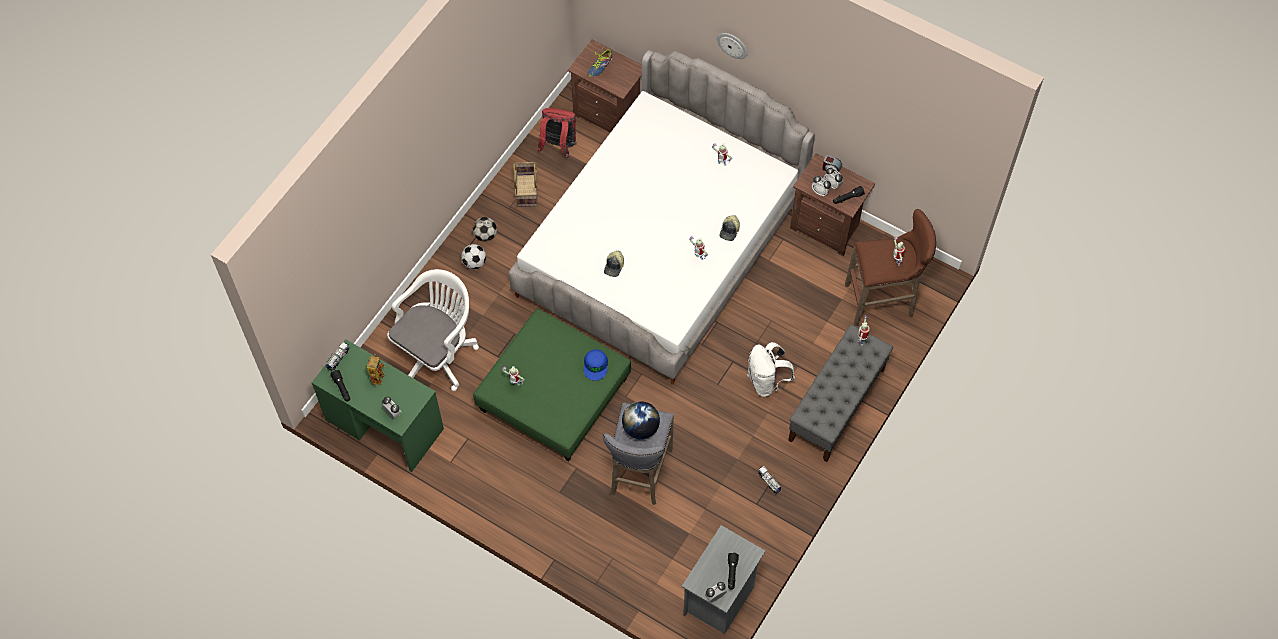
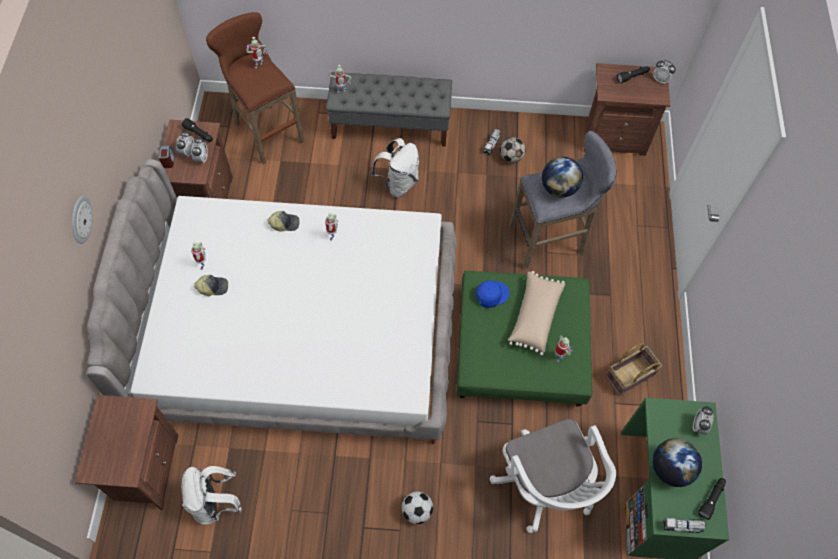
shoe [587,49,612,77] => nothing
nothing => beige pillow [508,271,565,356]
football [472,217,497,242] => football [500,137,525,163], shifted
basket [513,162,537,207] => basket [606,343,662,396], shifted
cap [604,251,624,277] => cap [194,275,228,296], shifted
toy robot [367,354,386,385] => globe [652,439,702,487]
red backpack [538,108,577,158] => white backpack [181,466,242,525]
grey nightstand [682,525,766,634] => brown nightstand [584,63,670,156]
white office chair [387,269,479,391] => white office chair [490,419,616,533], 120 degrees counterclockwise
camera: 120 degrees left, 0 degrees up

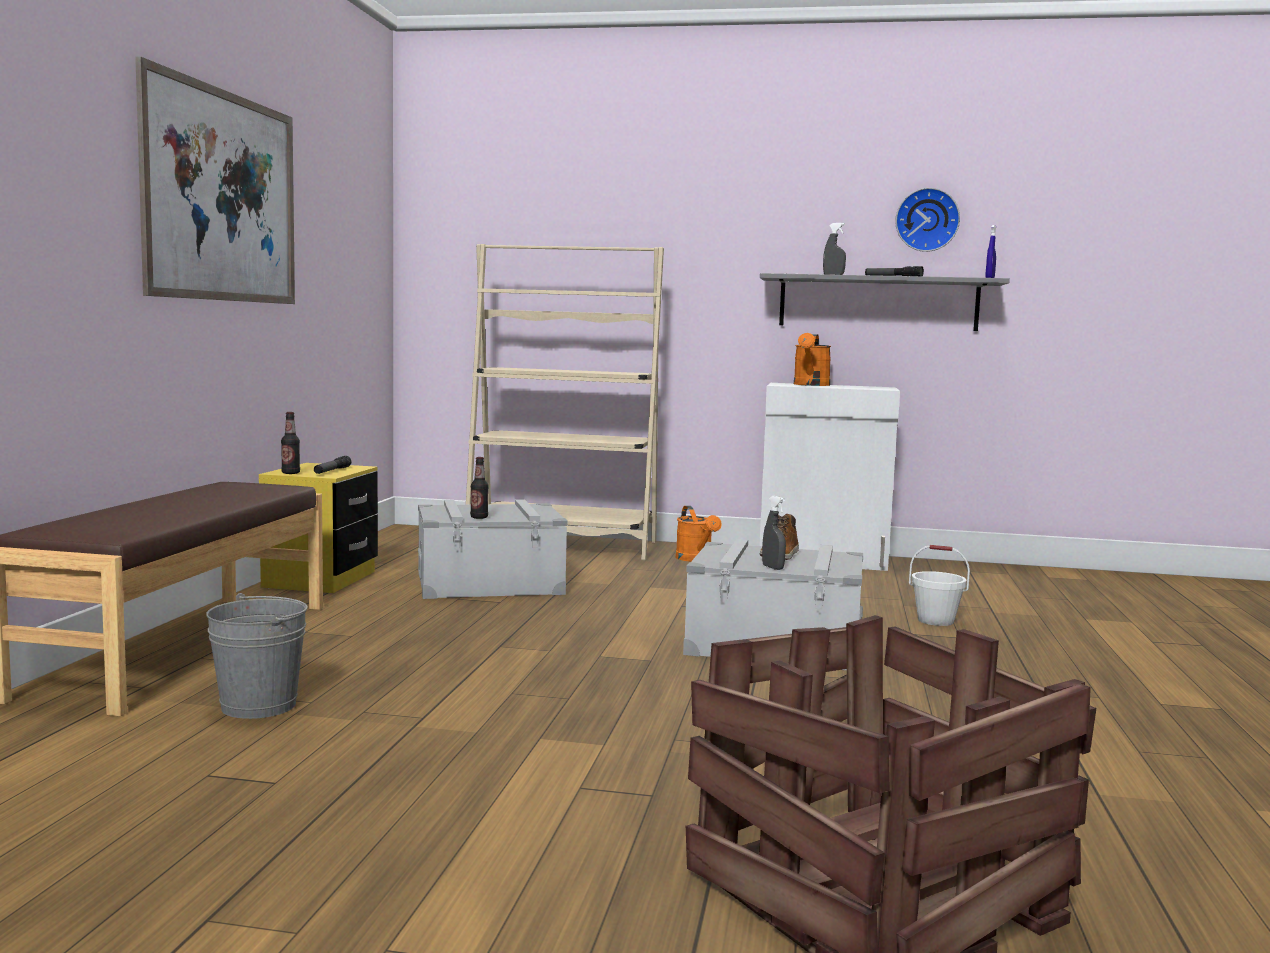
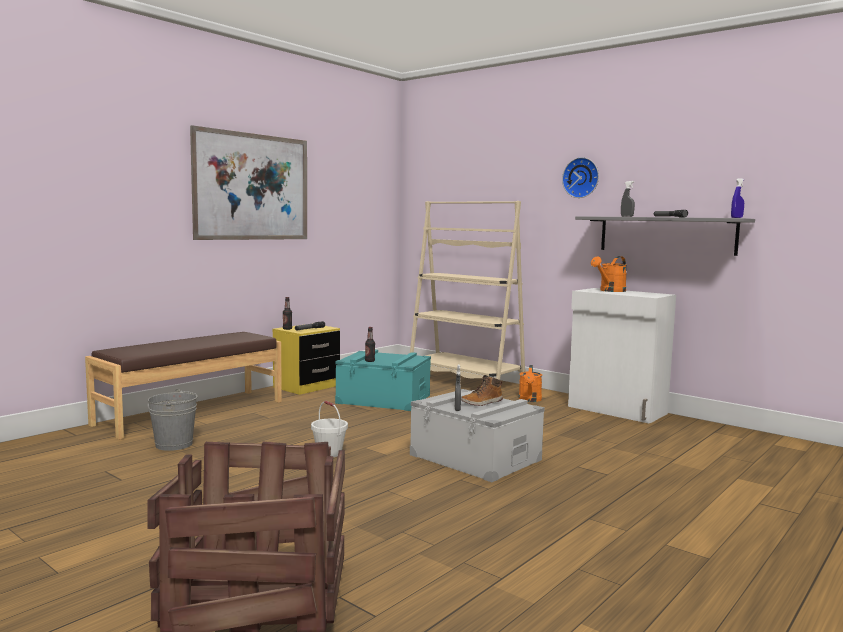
wall clock [895,188,960,252] => wall clock [562,157,599,198], shifted
white bucket [909,545,970,626] => white bucket [311,401,348,457], shifted
grey storage box [418,499,568,599] => turquoise storage box [335,350,431,411]
camera: 30 degrees right, 0 degrees up

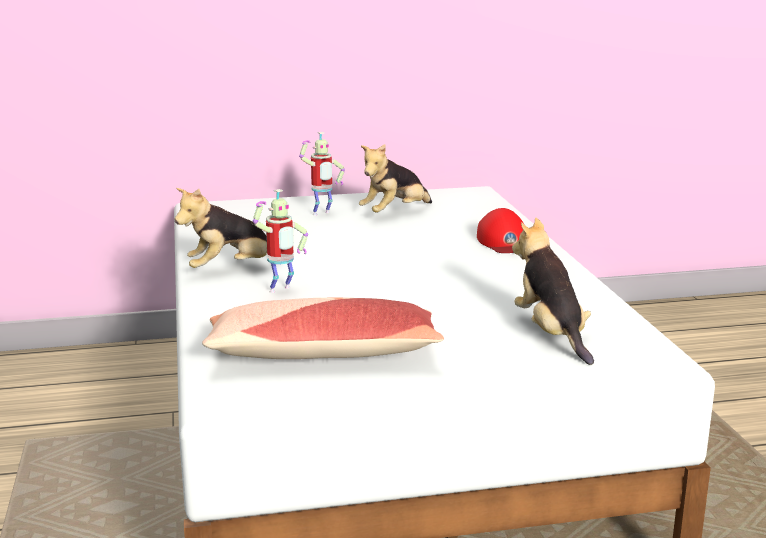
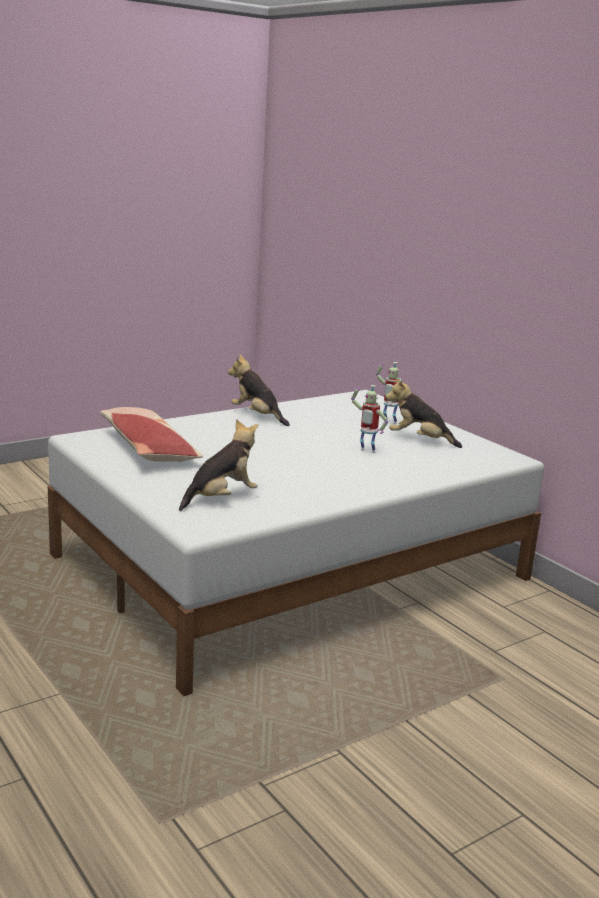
red cap [477,208,524,253] => nothing
toy robot [253,189,308,293] => toy robot [351,385,388,453], shifted
camera: 65 degrees right, 0 degrees up

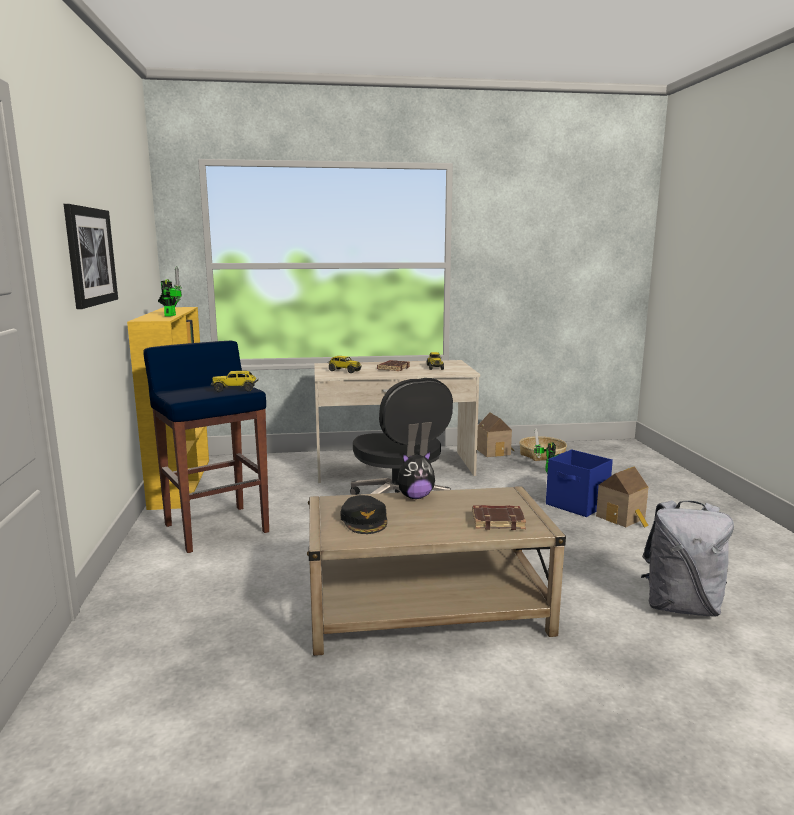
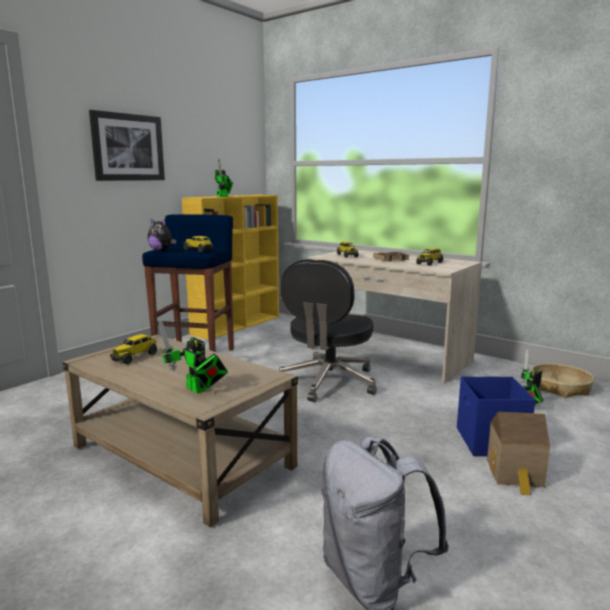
toy house [477,412,514,457] => nothing
plush toy [398,452,435,499] => plush toy [148,219,176,251], shifted
black cap [341,495,387,534] => toy truck [110,334,157,364]
brown book [473,505,526,530] => toy robot [158,320,228,394]
camera: 45 degrees right, 0 degrees up

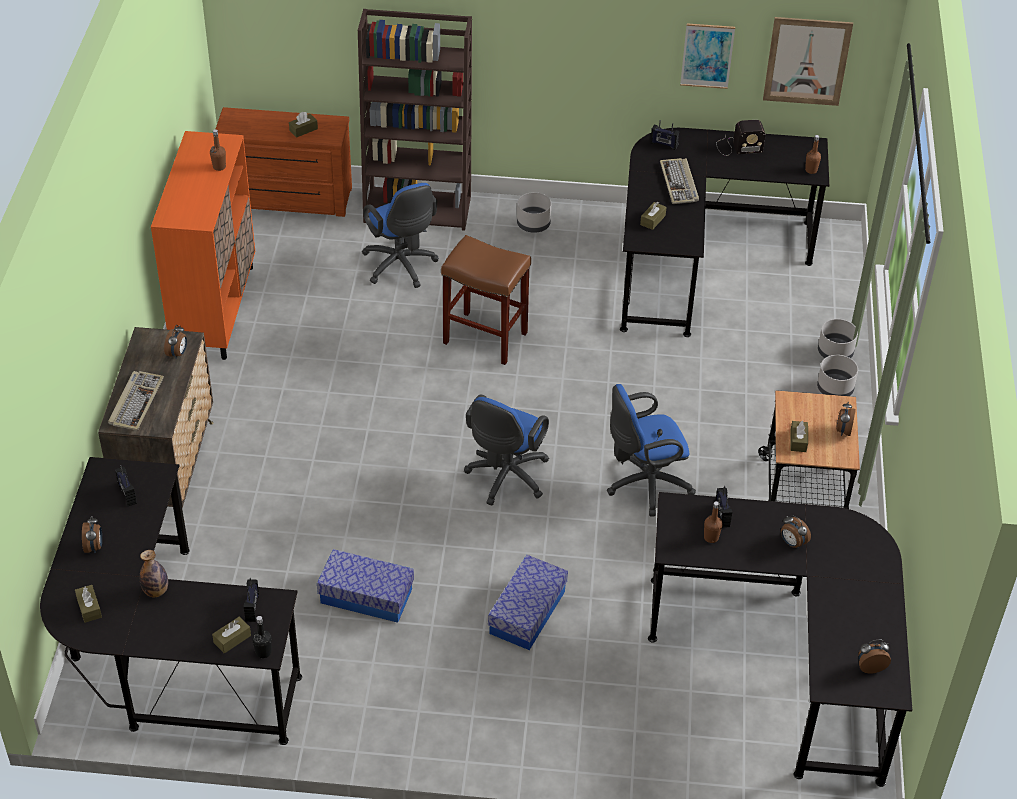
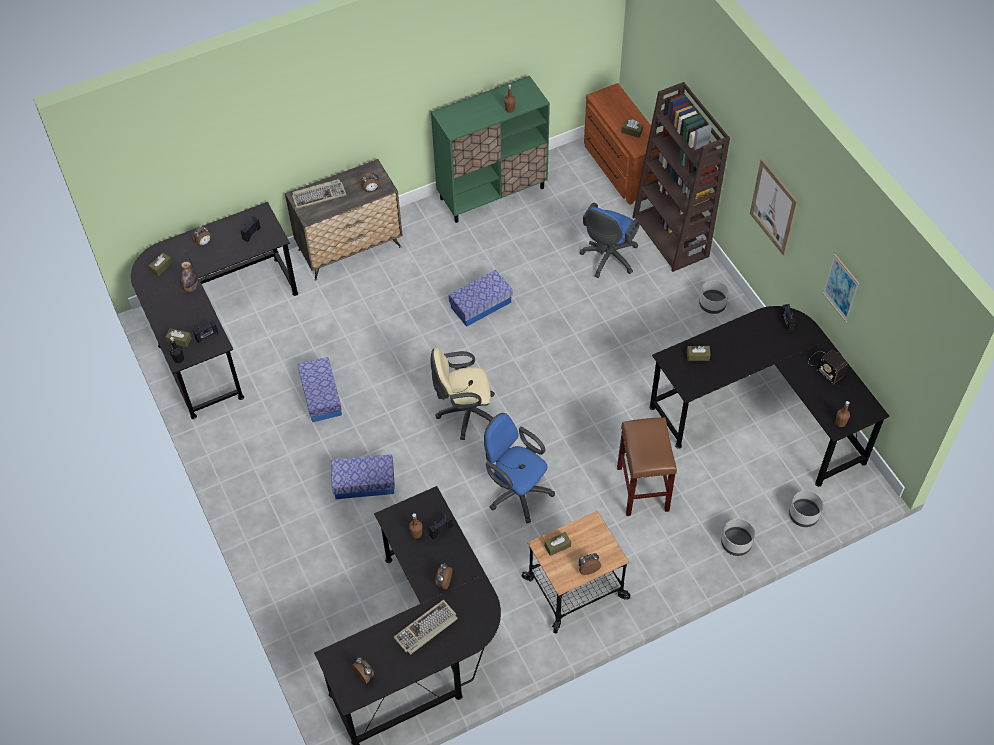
nothing => storage box [449,270,513,327]
brown stool [441,235,531,365] => brown stool [617,417,677,516], shifted
keyboard [660,158,699,204] => keyboard [393,600,458,655], shifted
picture [763,17,853,106] => picture [750,159,798,256], shifted
grey planter [817,355,858,396] => grey planter [789,490,823,527], shifted
orange cabinet [151,131,255,360] => green cabinet [431,76,550,223]
blue office chair [464,395,549,506] => beige office chair [430,348,495,440]
camera: 60 degrees right, 10 degrees up

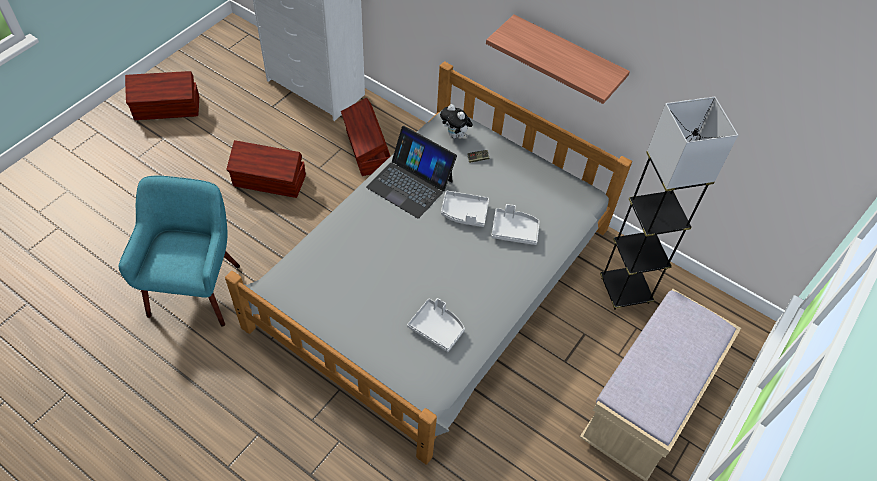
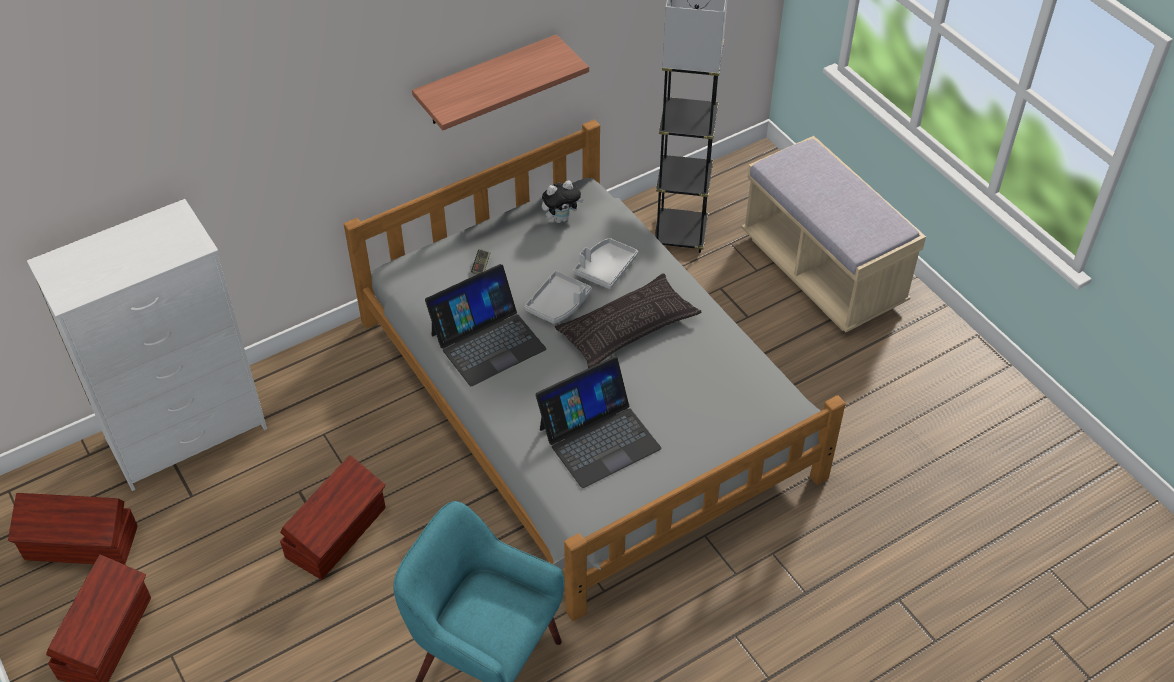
grey tray [407,298,465,352] => nothing
nothing => laptop [536,356,662,488]
nothing => pillow [555,273,701,368]
brown storage box [341,98,390,176] => brown storage box [8,493,138,565], shifted
plush toy [440,104,473,139] => plush toy [542,180,584,223], shifted
camera: 65 degrees left, 5 degrees down

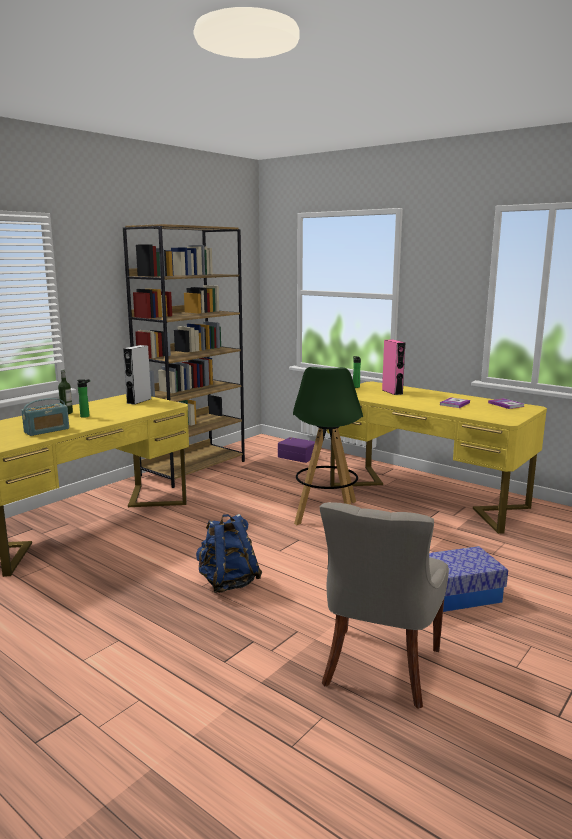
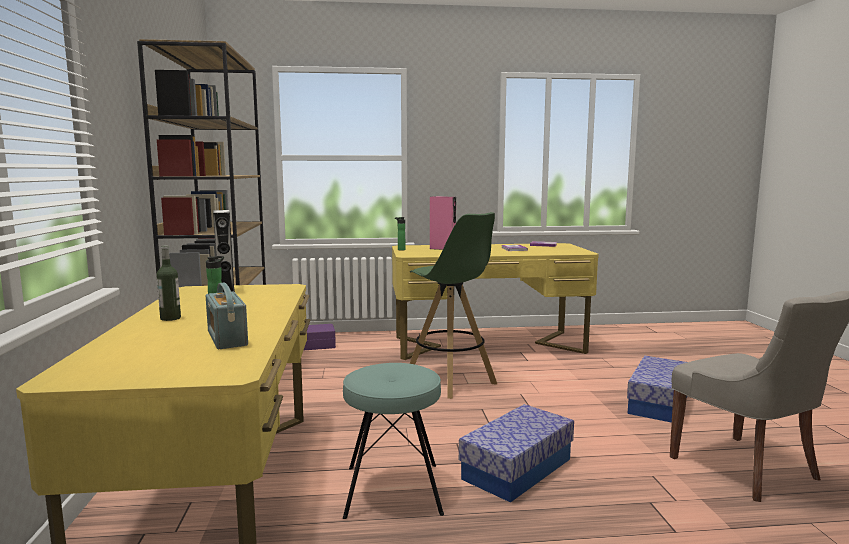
nothing => turquoise stool [343,363,444,519]
blue backpack [196,514,262,593] => storage box [459,404,574,503]
radio [21,398,69,436] => radio [206,282,248,349], 150 degrees clockwise
camera: 45 degrees left, 5 degrees down

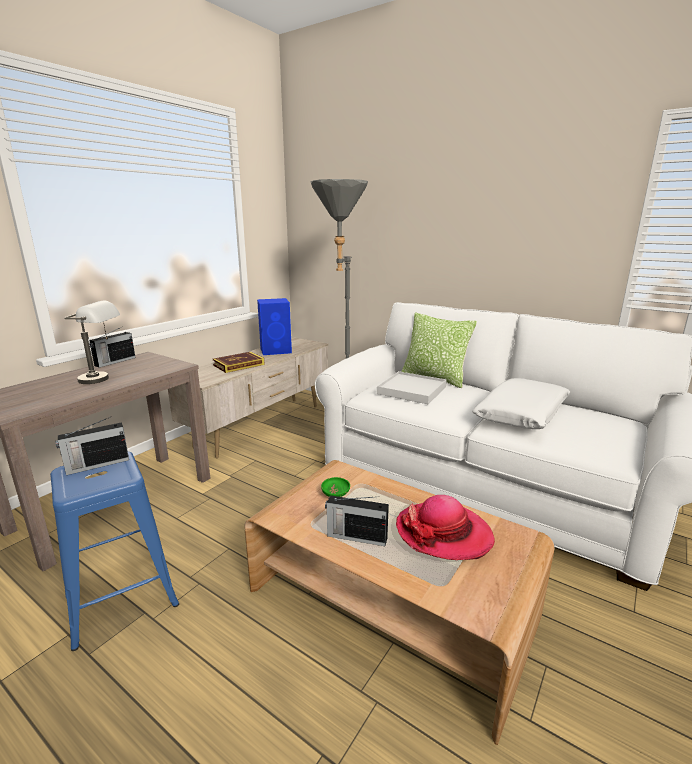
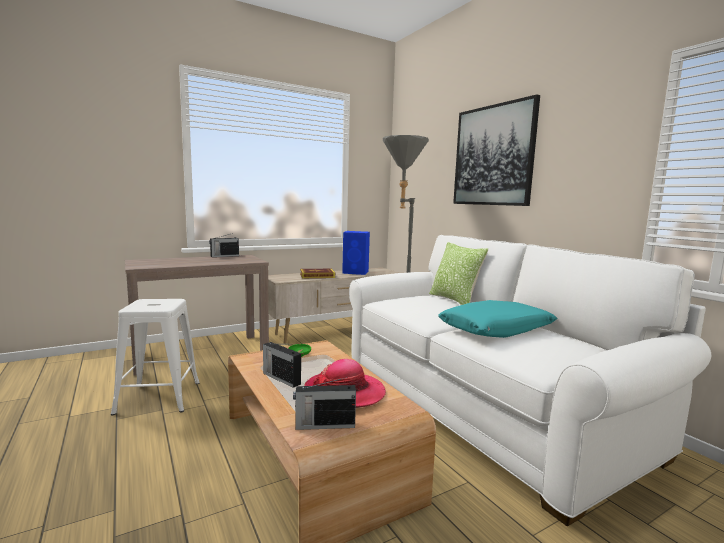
grey table lamp [64,300,120,384] => nothing
white tray [377,371,447,404] => nothing
nothing => picture [453,94,540,206]
radio [55,416,129,475] => radio [293,377,356,430], shifted
blue stool [50,451,179,651] => white stool [111,299,199,415]
white pillow [472,378,571,429] => turquoise pillow [438,300,557,338]
camera: 25 degrees right, 10 degrees down

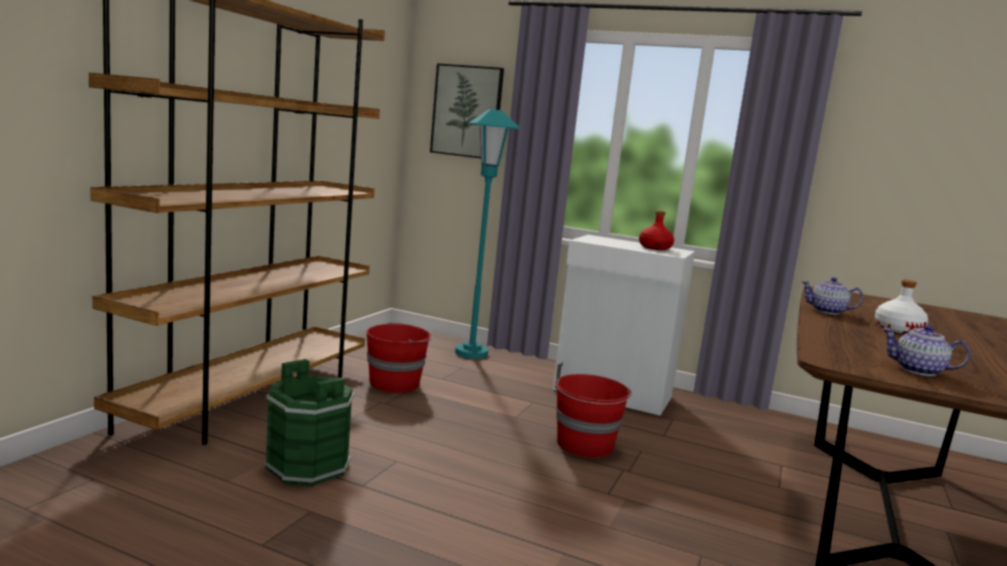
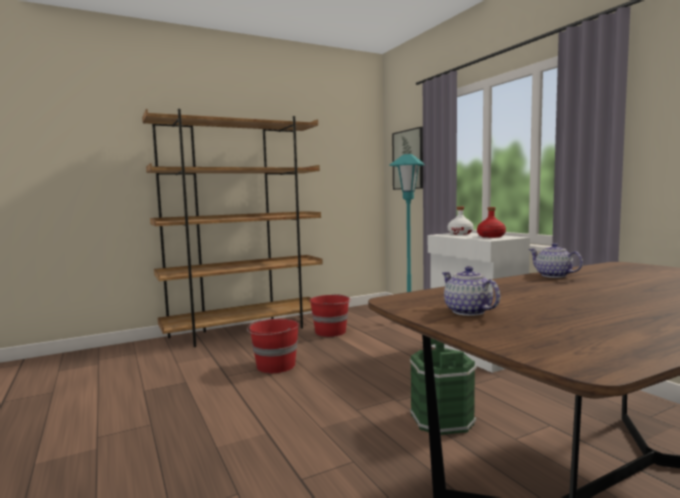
green bucket [264,359,355,486] => green bucket [410,338,477,435], shifted
red bucket [555,374,632,458] => red bucket [247,319,299,373], shifted
white bottle [875,280,928,334] => white bottle [448,207,474,235], shifted
camera: 40 degrees right, 5 degrees down

